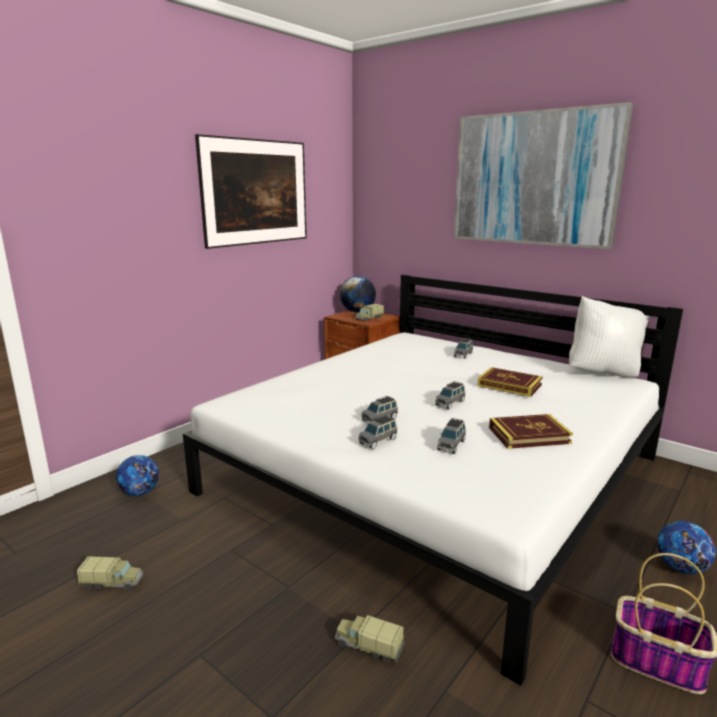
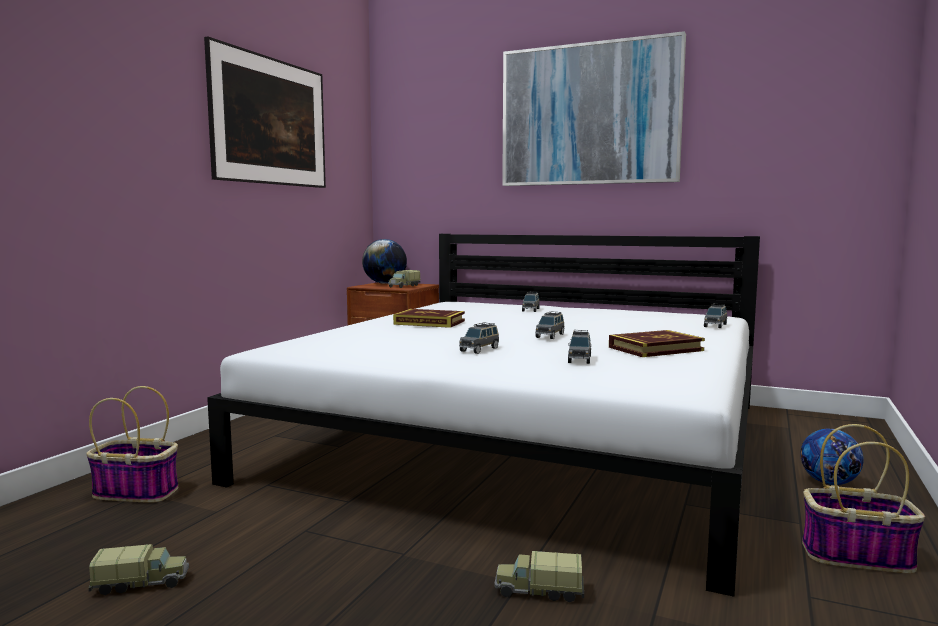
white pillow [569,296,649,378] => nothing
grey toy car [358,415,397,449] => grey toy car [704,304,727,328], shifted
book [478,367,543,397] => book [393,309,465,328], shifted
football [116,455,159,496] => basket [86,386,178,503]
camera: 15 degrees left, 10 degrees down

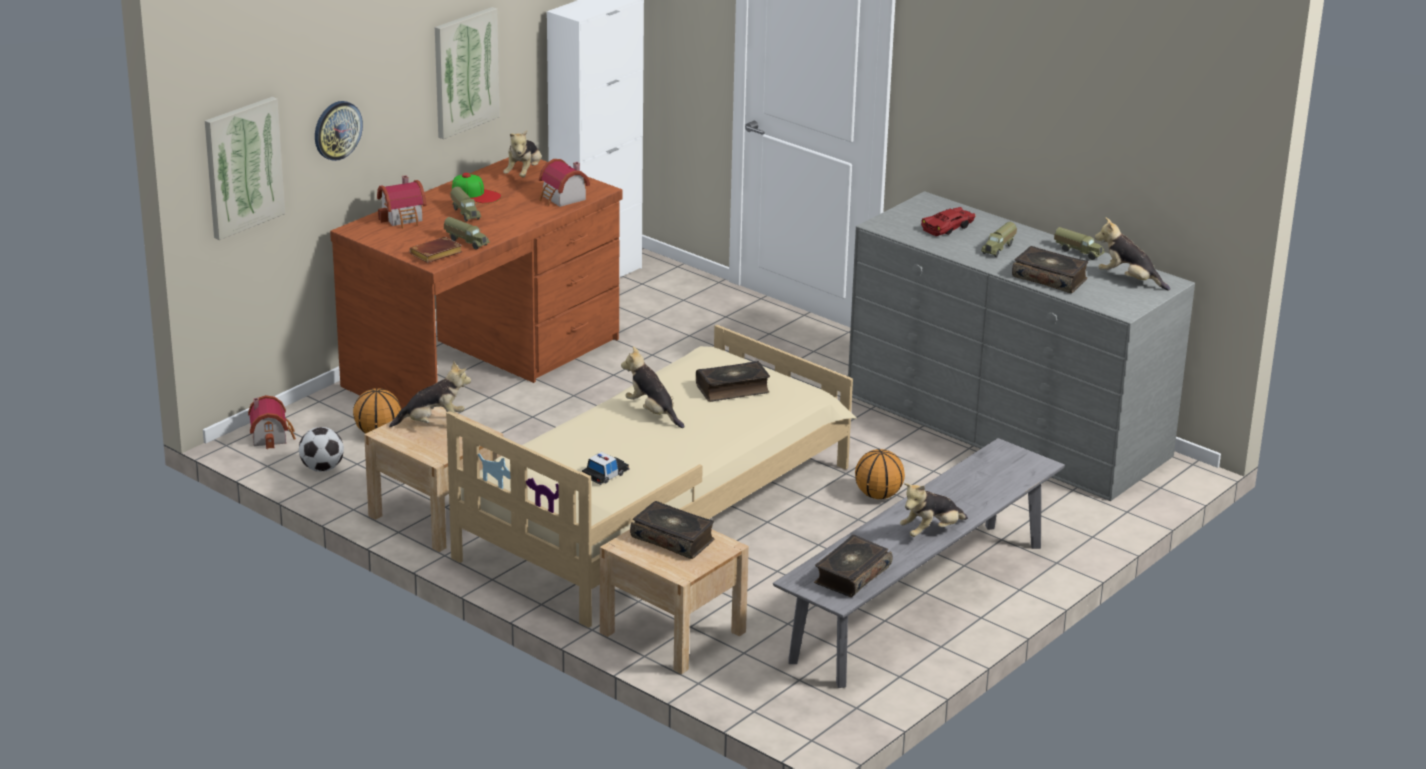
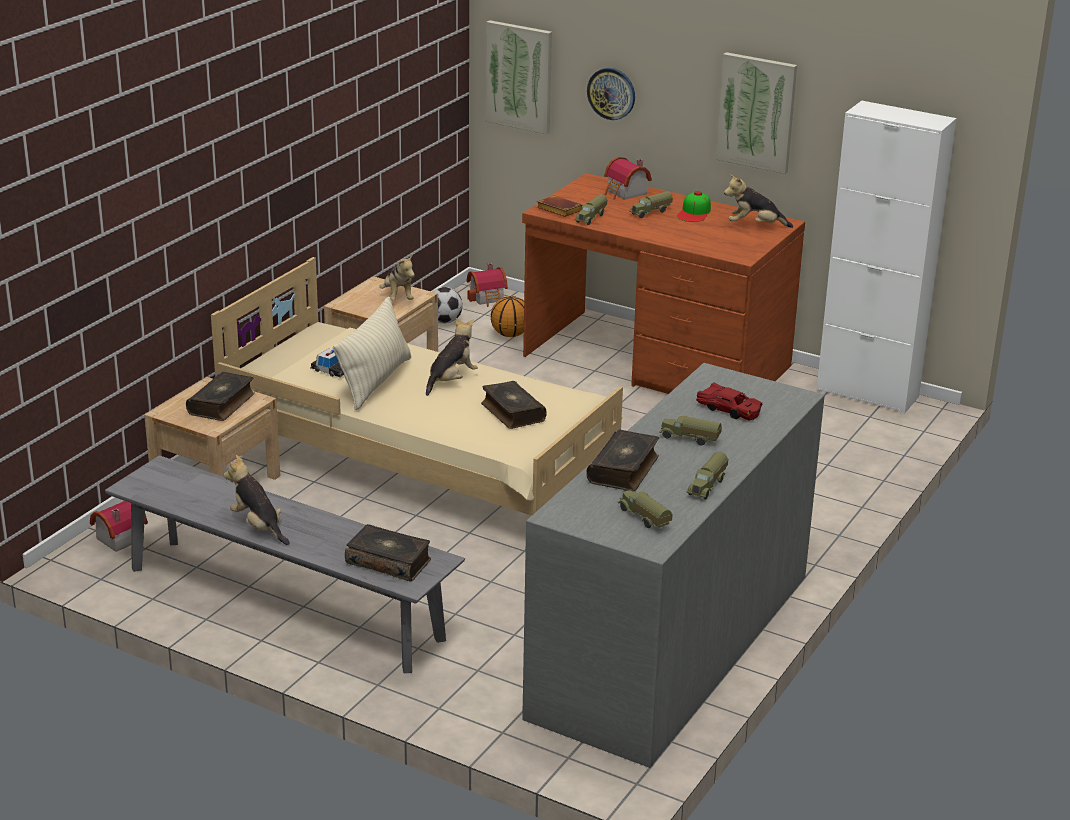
basketball [855,449,905,499] => nothing
nothing => beige pillow [333,296,411,410]
toy house [539,159,590,207] => toy house [90,501,148,552], shifted
book [814,535,893,597] => book [345,524,431,581], shifted
plush toy [1095,217,1170,291] => toy truck [618,490,673,528]
camera: 80 degrees right, 0 degrees up

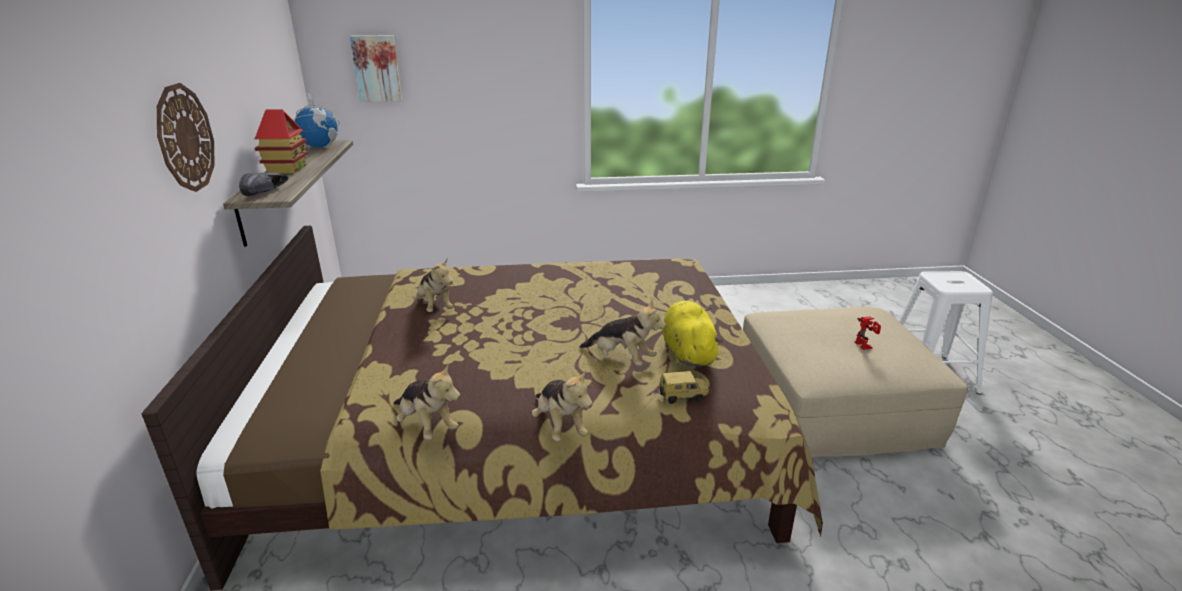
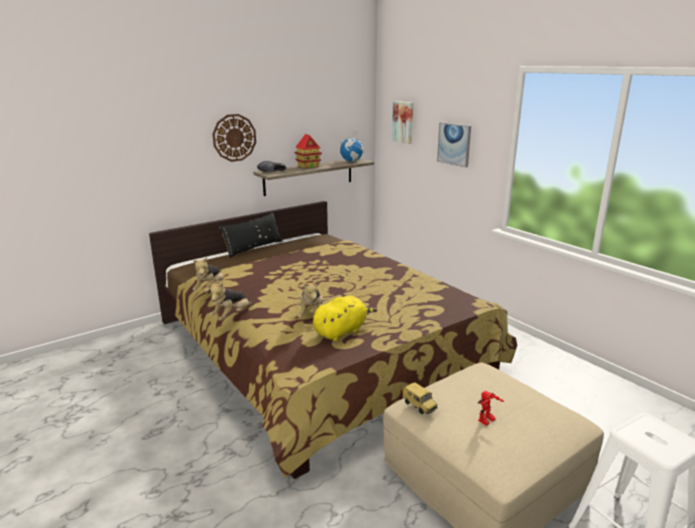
plush toy [413,258,453,312] => nothing
nothing => black pillow [219,213,282,258]
nothing => picture [437,122,471,167]
toy car [659,371,709,404] => toy car [402,382,438,414], shifted
camera: 60 degrees right, 5 degrees down

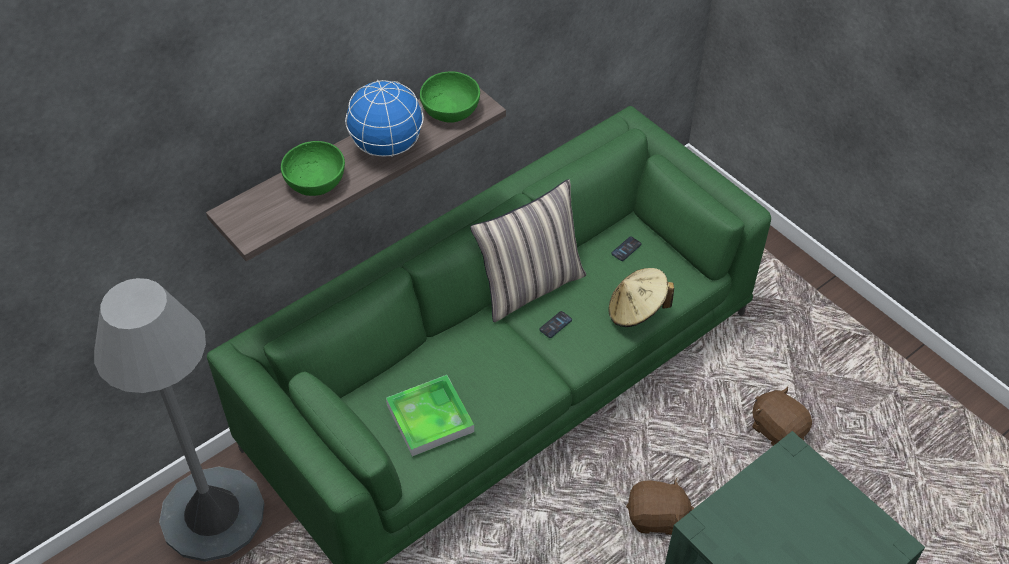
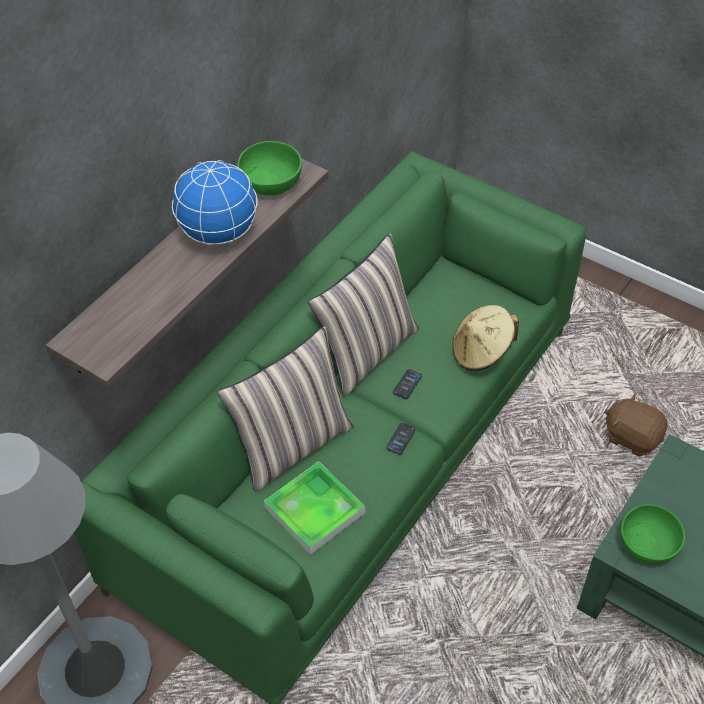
brown plush toy [626,477,694,535] => nothing
nothing => pillow [217,326,354,492]
green bowl [281,141,345,196] => green bowl [620,504,685,564], shifted
phone [611,236,642,261] => phone [386,423,416,455], shifted
camera: 15 degrees left, 0 degrees up

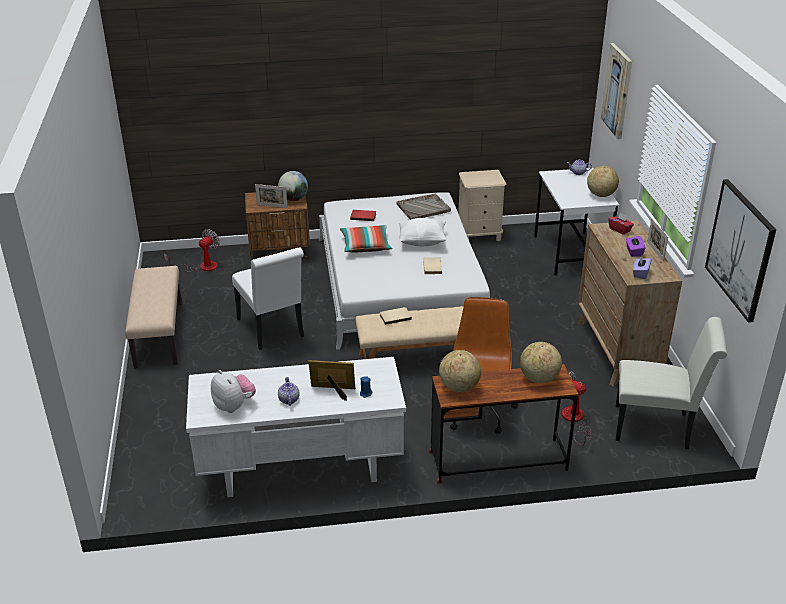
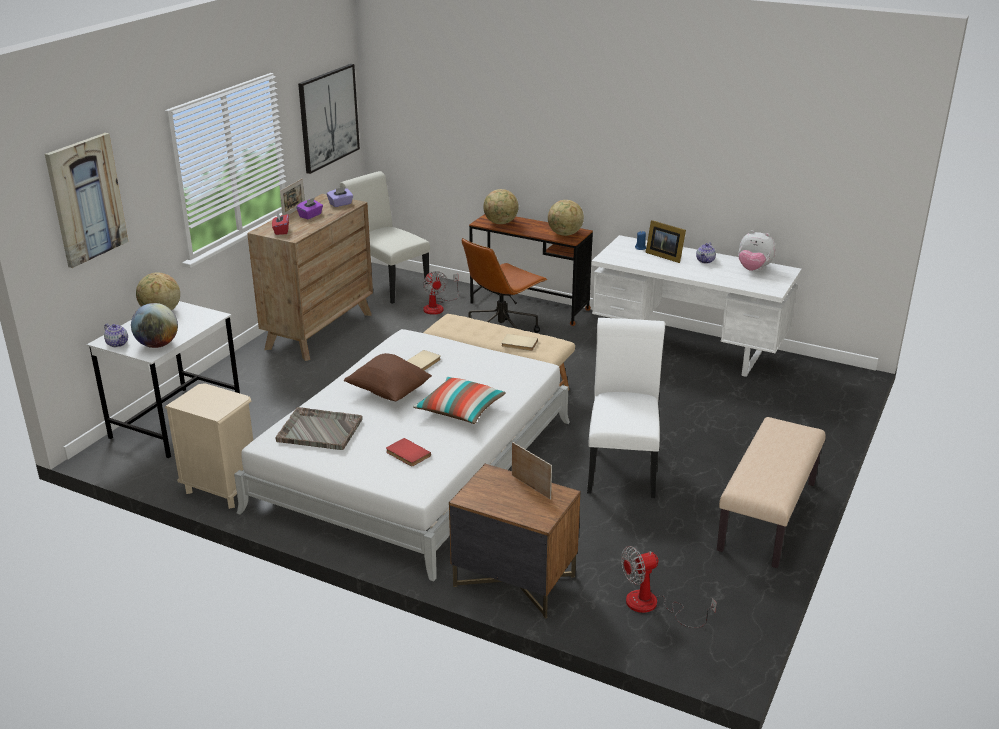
globe [278,171,308,201] => globe [131,303,178,348], shifted
white pillow [399,218,447,246] => brown pillow [344,353,432,401]
plush toy [211,370,256,413] => plush toy [738,230,776,271], 60 degrees counterclockwise
camera: 145 degrees left, 5 degrees down

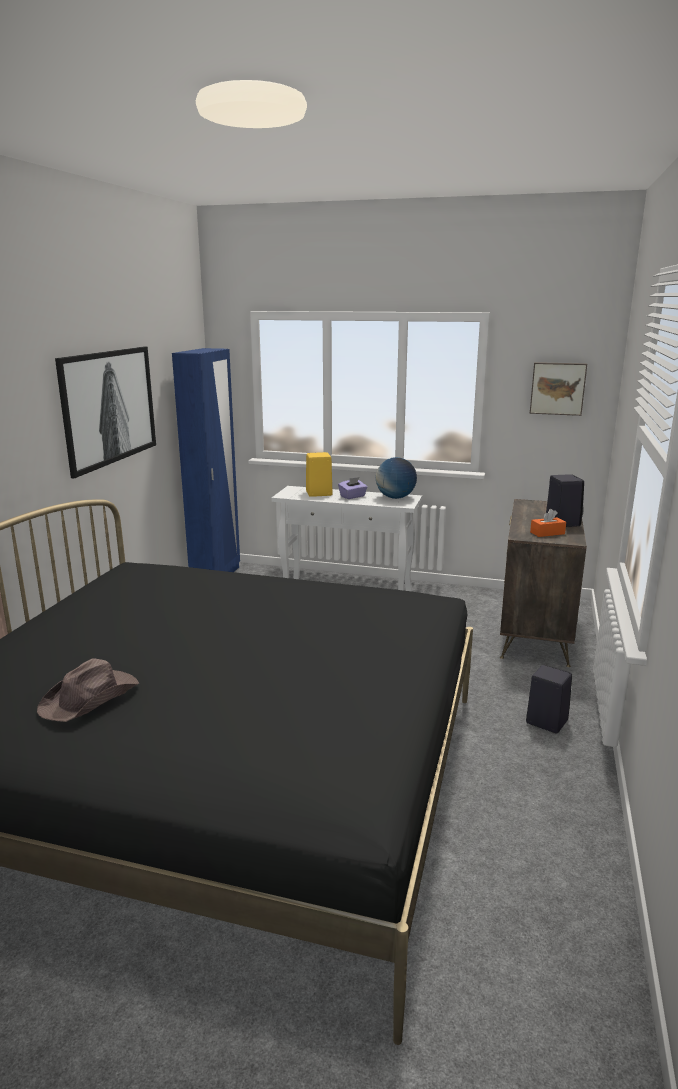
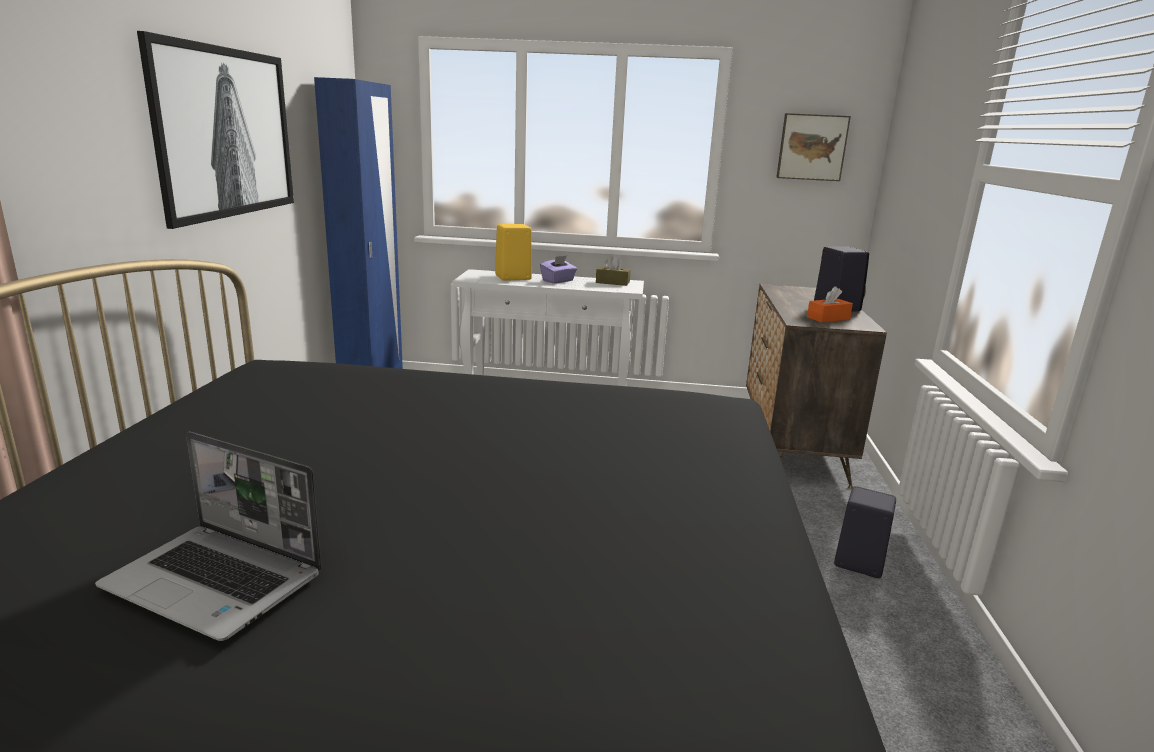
brown hat [37,659,139,722] => laptop [95,432,322,641]
globe [376,457,417,499] => brown tissue box [596,256,631,286]
camera: 10 degrees left, 0 degrees up

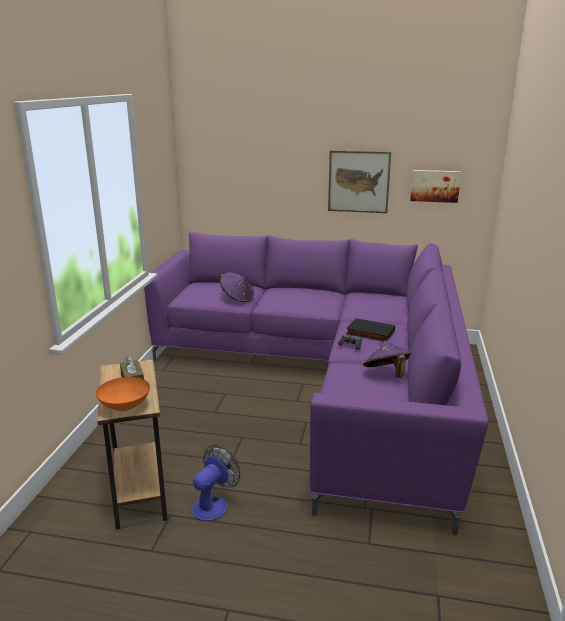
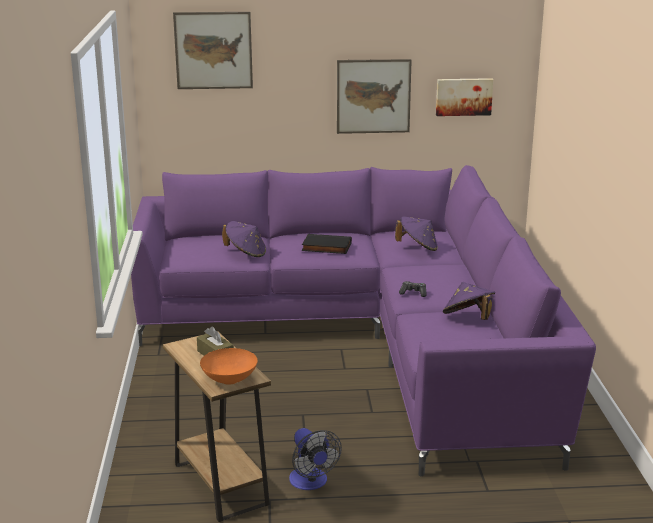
nothing => picture [173,12,253,89]
nothing => purple hat [395,216,438,251]
black book [346,318,395,341] => black book [302,234,352,254], shifted
fan [192,445,240,521] => fan [289,428,342,490], 135 degrees clockwise
camera: 15 degrees left, 0 degrees up

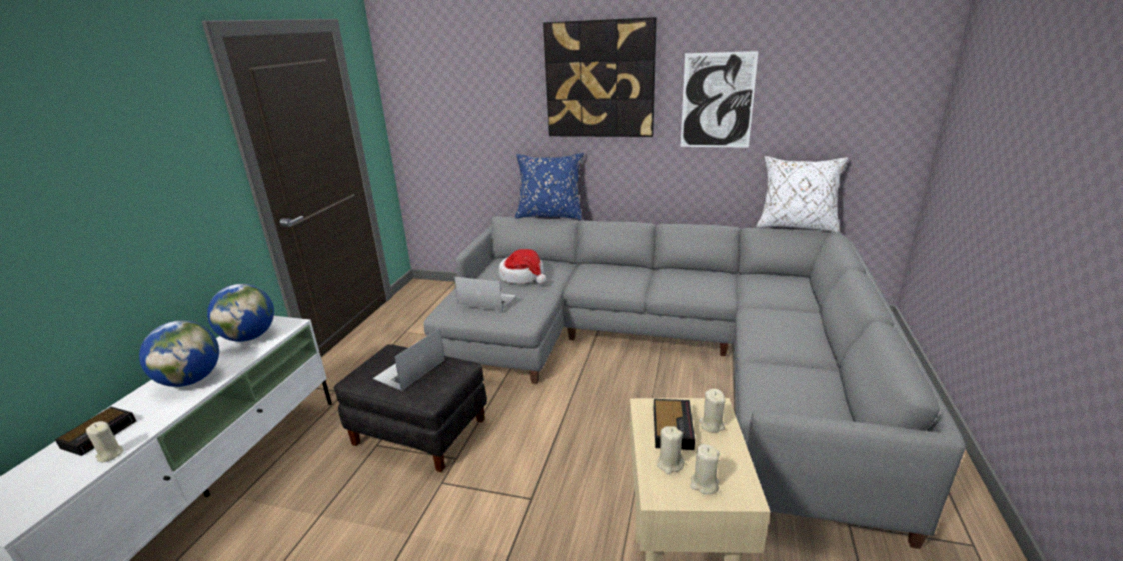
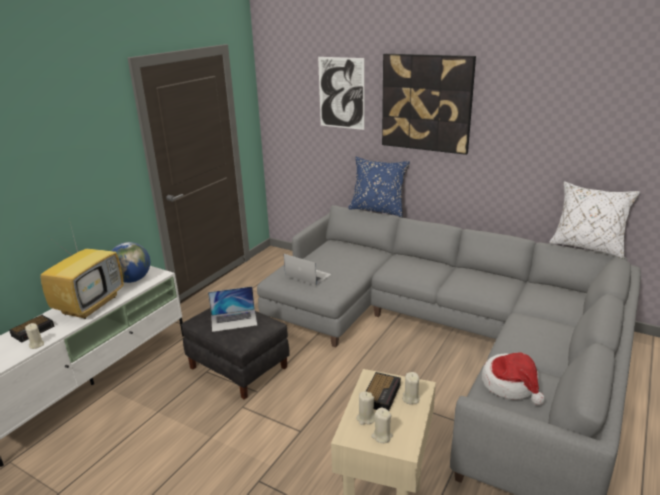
hat [499,249,546,285] => hat [482,352,545,405], shifted
picture [681,51,759,148] => picture [318,57,364,130], shifted
globe [139,320,219,387] => television [40,227,124,319]
laptop [373,328,445,391] => laptop [208,286,257,332], 150 degrees counterclockwise
camera: 15 degrees right, 0 degrees up

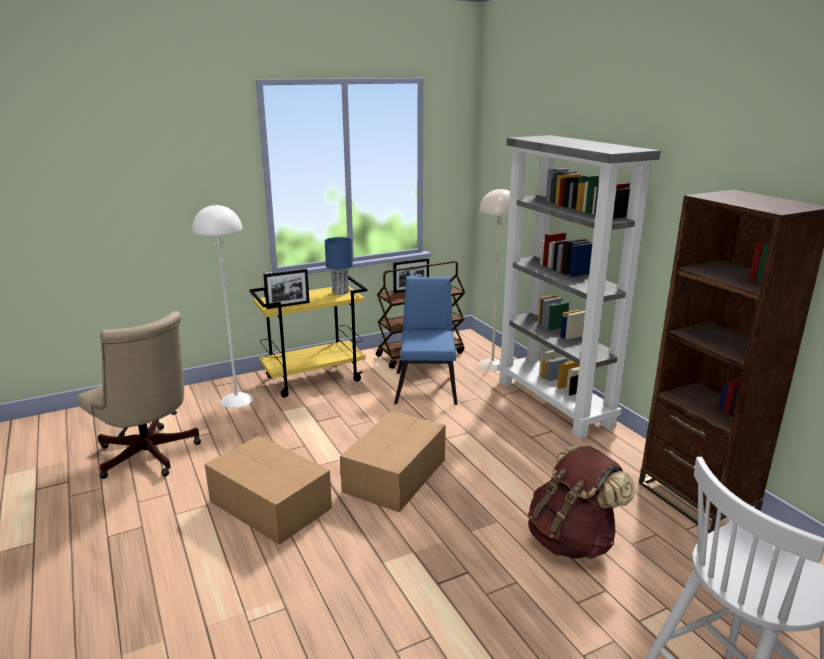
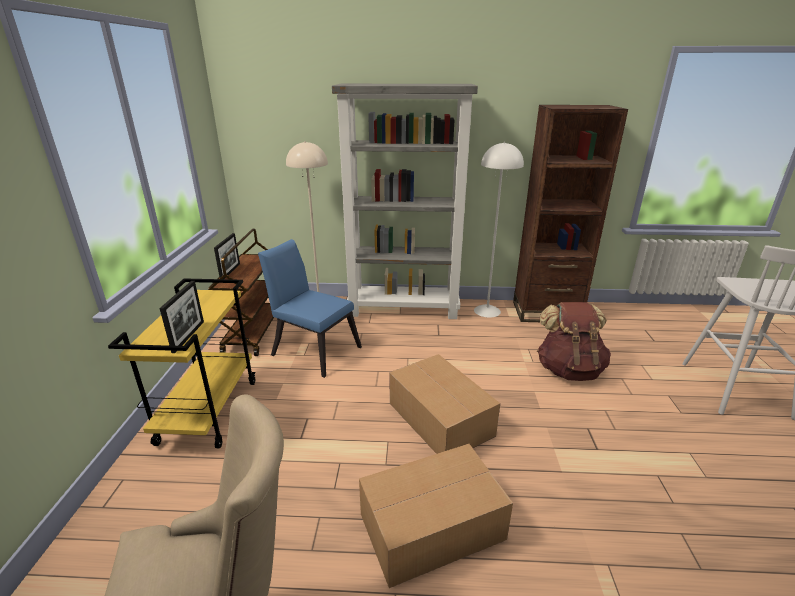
blue table lamp [325,237,353,295] => nothing
white floor lamp [192,204,253,408] => white floor lamp [474,142,524,318], shifted
camera: 60 degrees left, 5 degrees up

